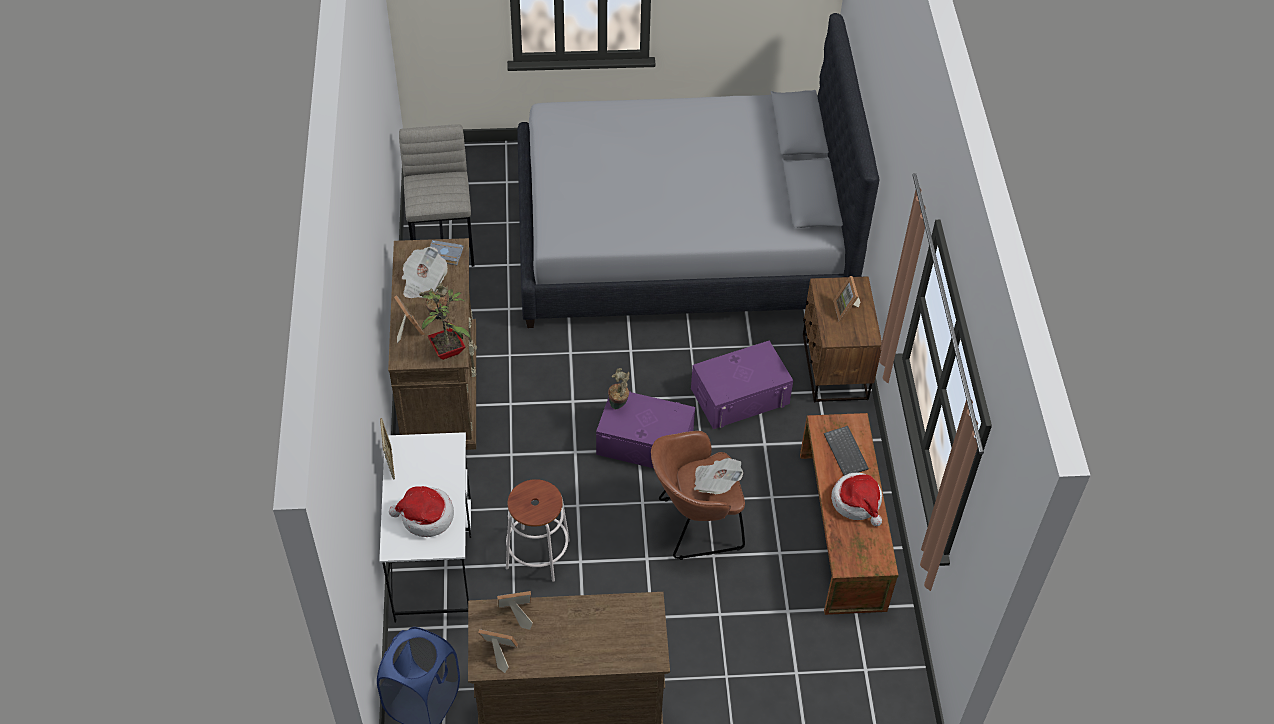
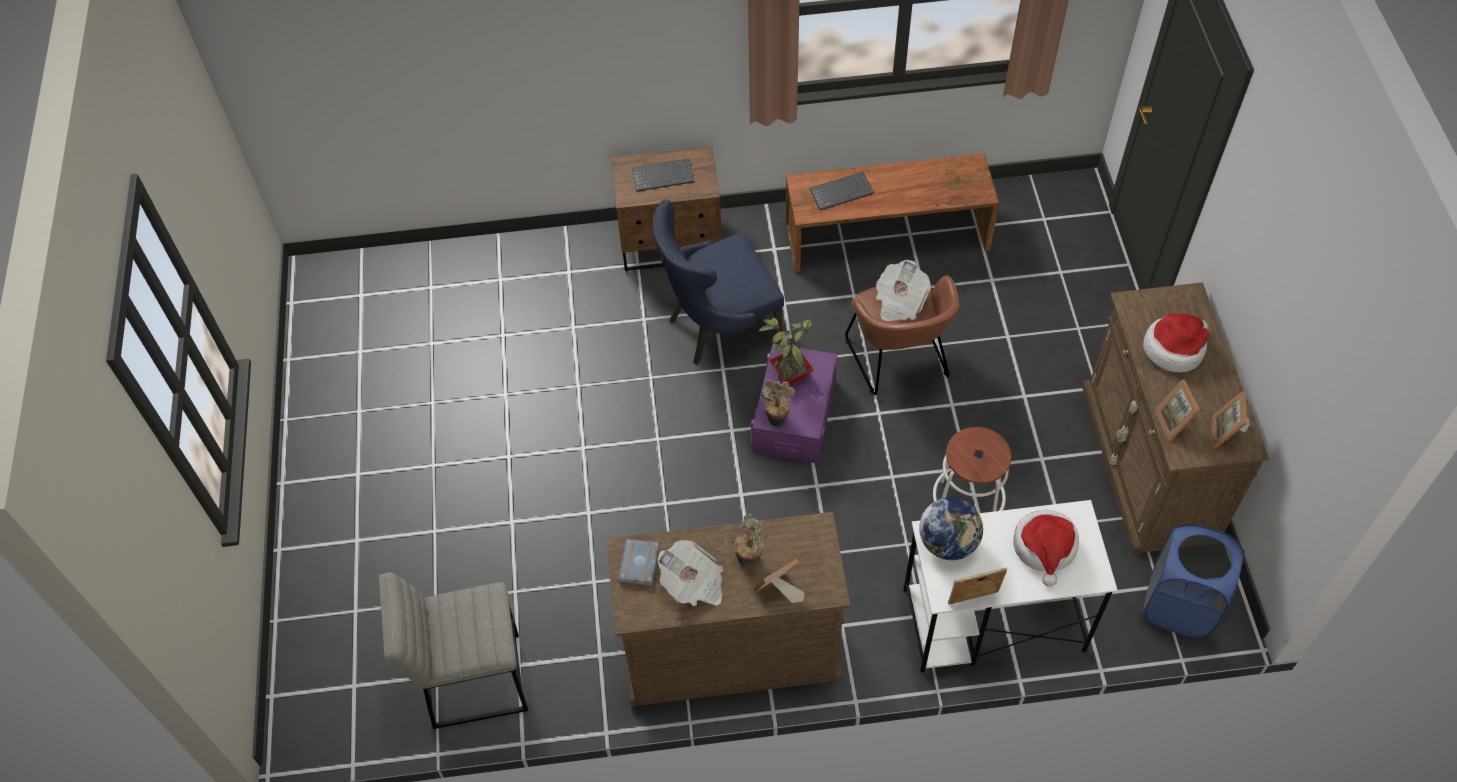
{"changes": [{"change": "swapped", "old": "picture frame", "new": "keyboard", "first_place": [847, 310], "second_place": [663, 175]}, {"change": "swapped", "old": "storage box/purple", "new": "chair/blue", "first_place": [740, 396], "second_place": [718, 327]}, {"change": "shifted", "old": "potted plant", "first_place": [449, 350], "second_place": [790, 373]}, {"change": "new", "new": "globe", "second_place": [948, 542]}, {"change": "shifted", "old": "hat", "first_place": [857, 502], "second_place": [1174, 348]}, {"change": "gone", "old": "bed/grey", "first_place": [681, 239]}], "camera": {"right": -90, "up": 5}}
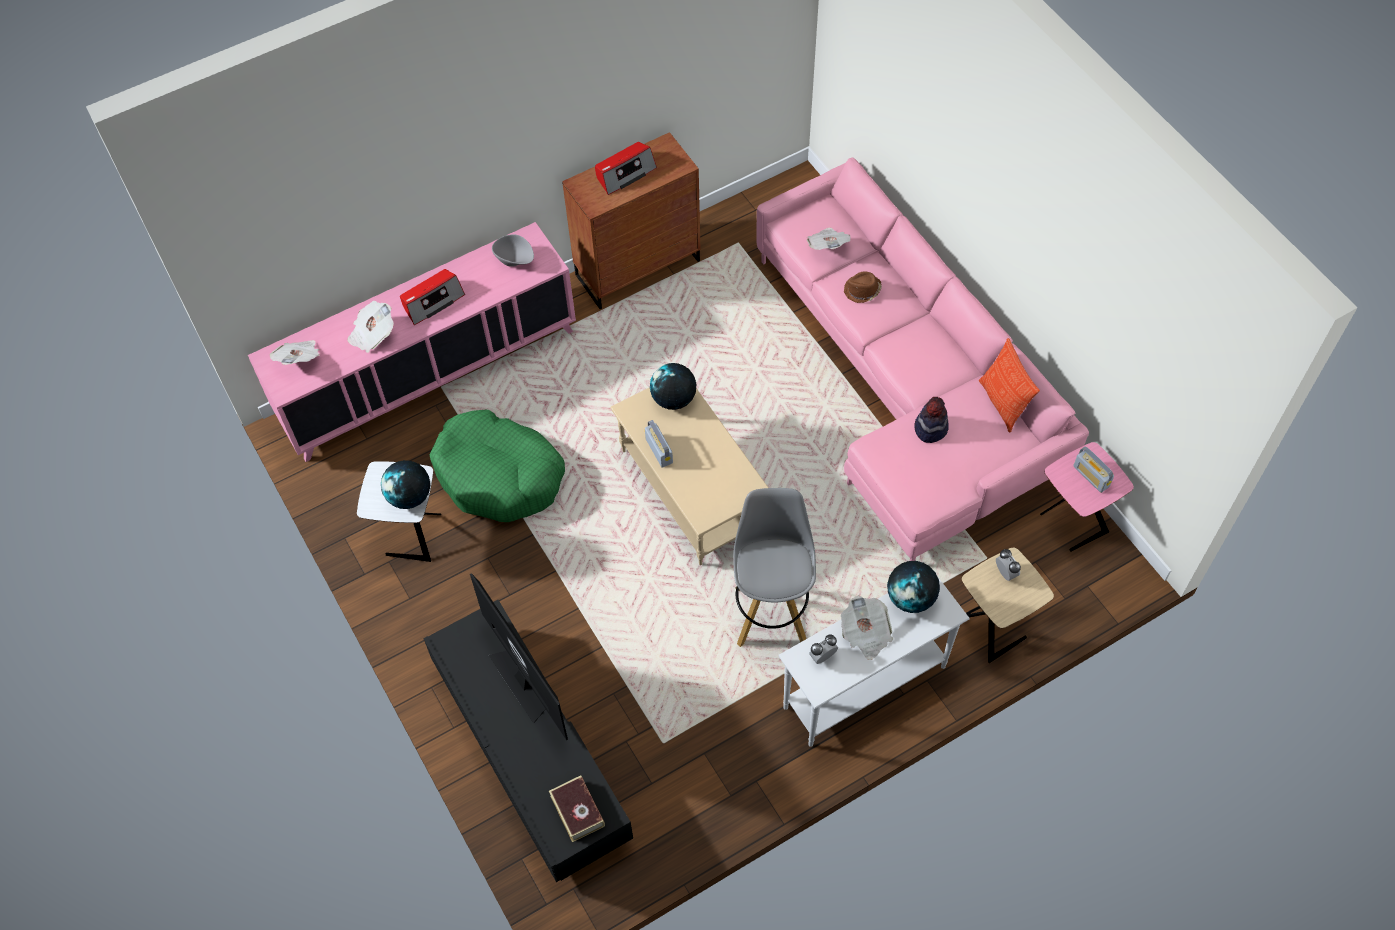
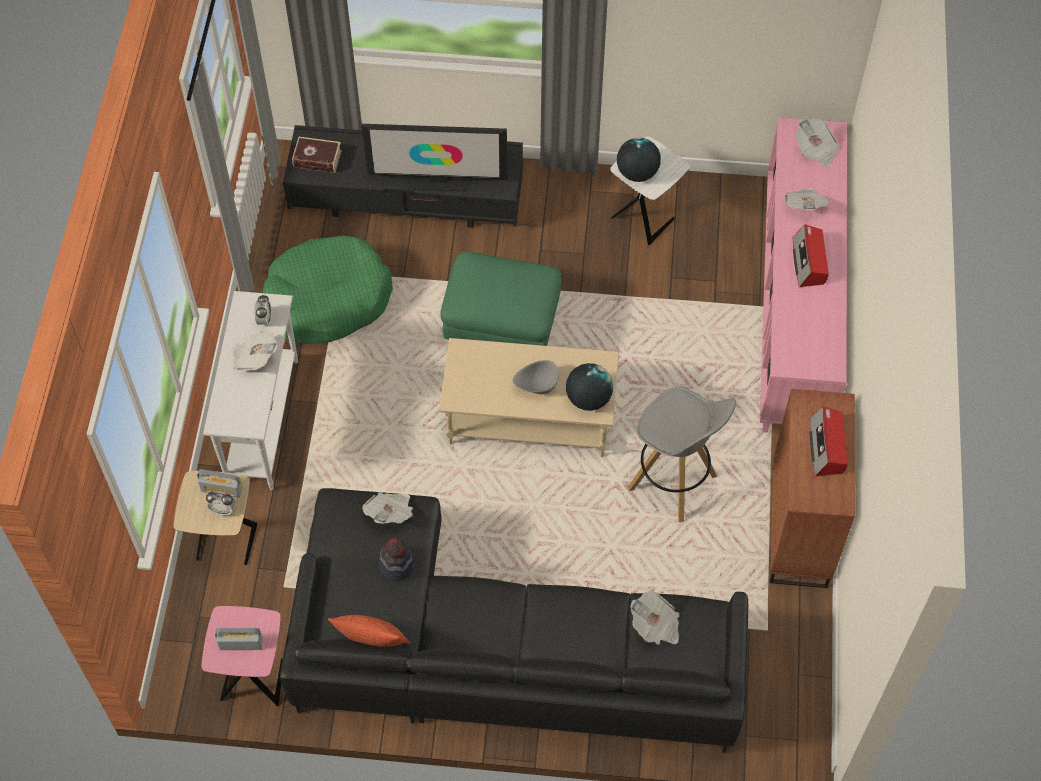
{"changes": [{"change": "shifted", "old": "radio", "first_place": [659, 450], "second_place": [222, 489]}, {"change": "shifted", "old": "dog bed/green", "first_place": [499, 475], "second_place": [327, 300]}, {"change": "repainted", "old": "sofa/pink", "new": "sofa/black", "first_place": [906, 384], "second_place": [495, 655]}, {"change": "new", "new": "newspaper", "second_place": [390, 513]}, {"change": "new", "new": "ottoman/green", "second_place": [501, 327]}, {"change": "shifted", "old": "bowl/grey", "first_place": [515, 261], "second_place": [537, 386]}, {"change": "shifted", "old": "stool/grey", "first_place": [771, 613], "second_place": [673, 484]}, {"change": "gone", "old": "hat/brown", "first_place": [862, 291]}, {"change": "gone", "old": "globe", "first_place": [911, 598]}], "camera": {"right": 125, "up": 0}}
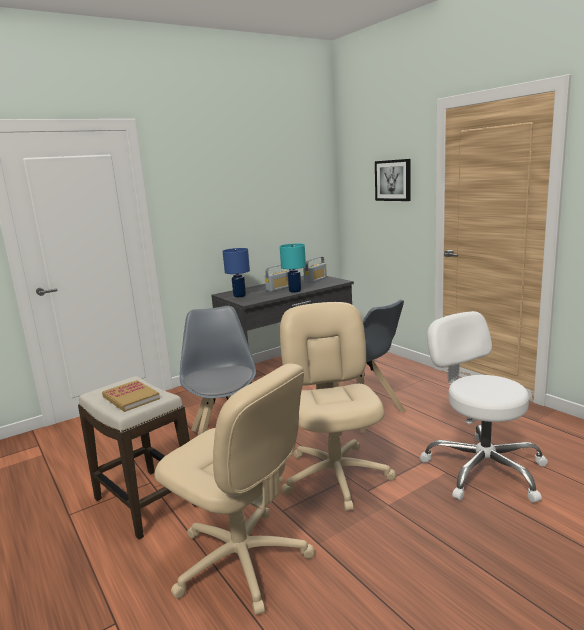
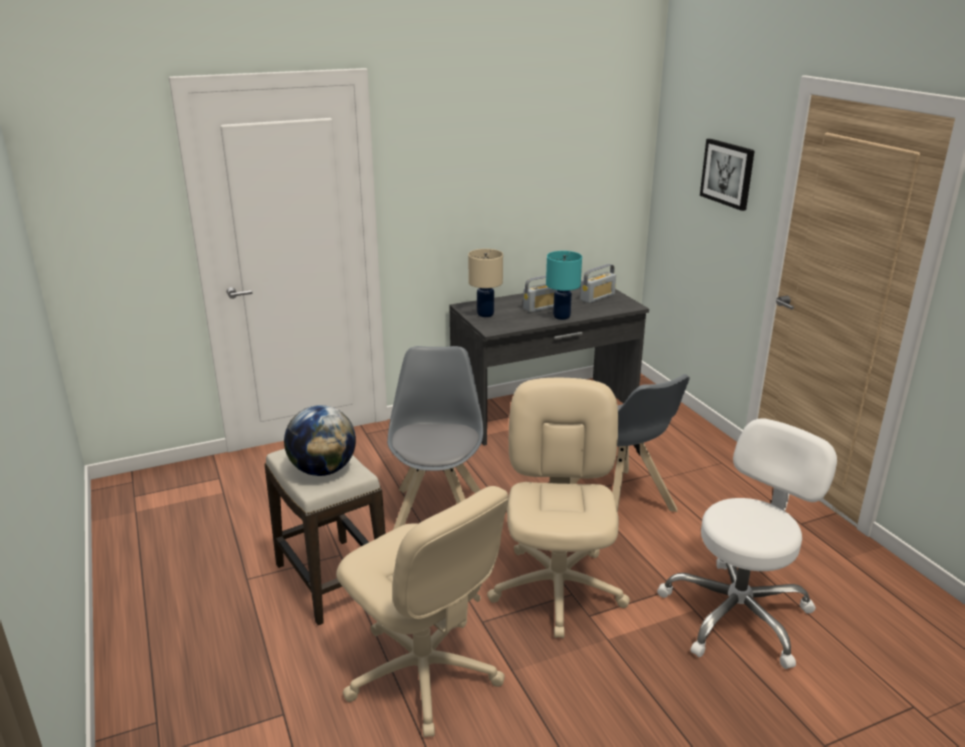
{"changes": [{"change": "swapped", "old": "book", "new": "globe", "first_place": [131, 398], "second_place": [322, 470]}, {"change": "repainted", "old": "table lamp/blue", "new": "table lamp/beige", "first_place": [239, 296], "second_place": [485, 315]}, {"change": "rotated", "old": "office chair/white", "first_place": [480, 467], "second_place": [739, 611], "degrees": 60}], "camera": {"right": 10, "up": 10}}
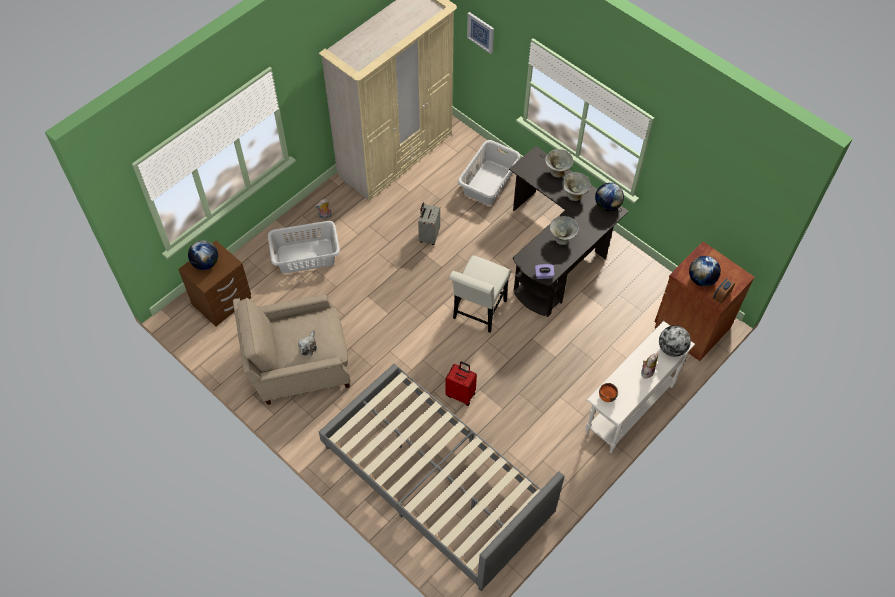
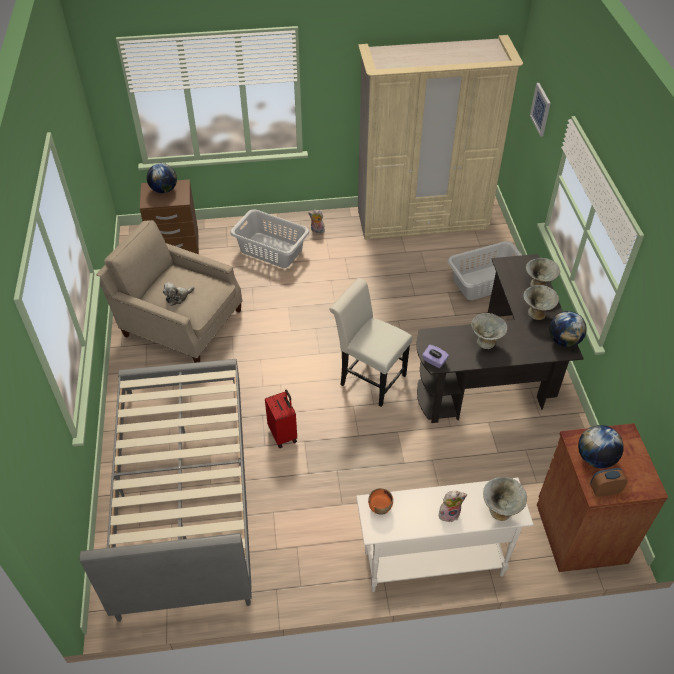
{"changes": [{"change": "rotated", "old": "chair/white", "first_place": [478, 312], "second_place": [369, 378], "degrees": 60}, {"change": "swapped", "old": "globe", "new": "bowl/grey", "first_place": [671, 348], "second_place": [500, 510]}, {"change": "gone", "old": "suitcase/grey", "first_place": [428, 236]}], "camera": {"right": 40, "up": -10}}
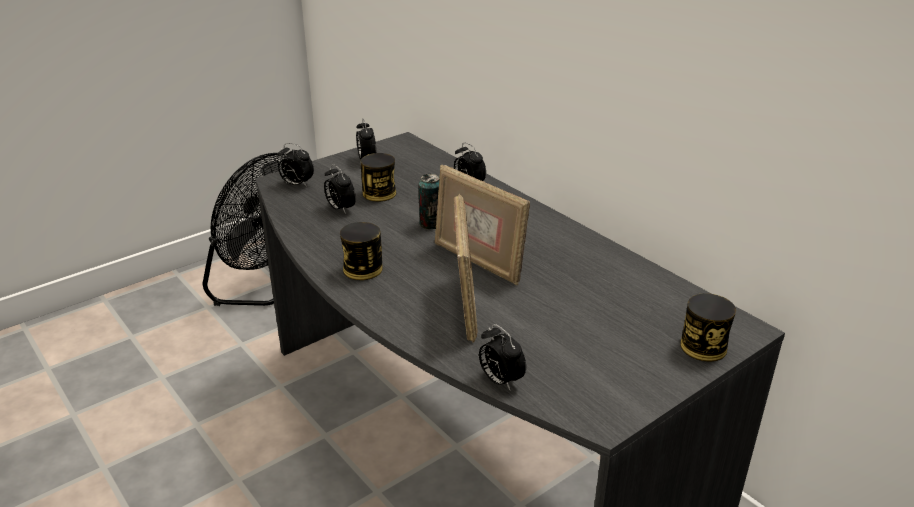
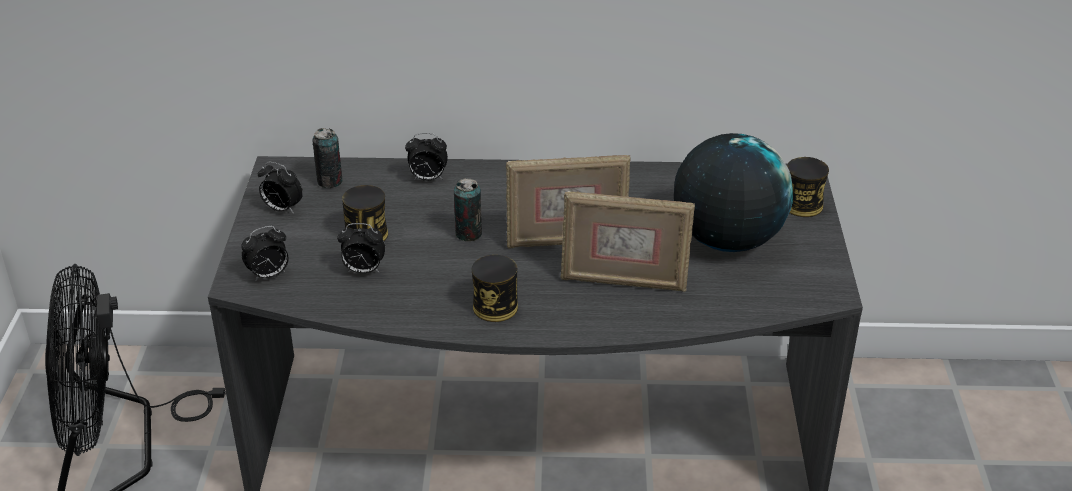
{"changes": [{"change": "new", "new": "can", "second_place": [330, 182]}, {"change": "rotated", "old": "picture frame", "first_place": [464, 306], "second_place": [623, 282], "degrees": 150}, {"change": "new", "new": "globe", "second_place": [727, 240]}, {"change": "gone", "old": "alarm clock", "first_place": [500, 380]}], "camera": {"right": -50, "up": 5}}
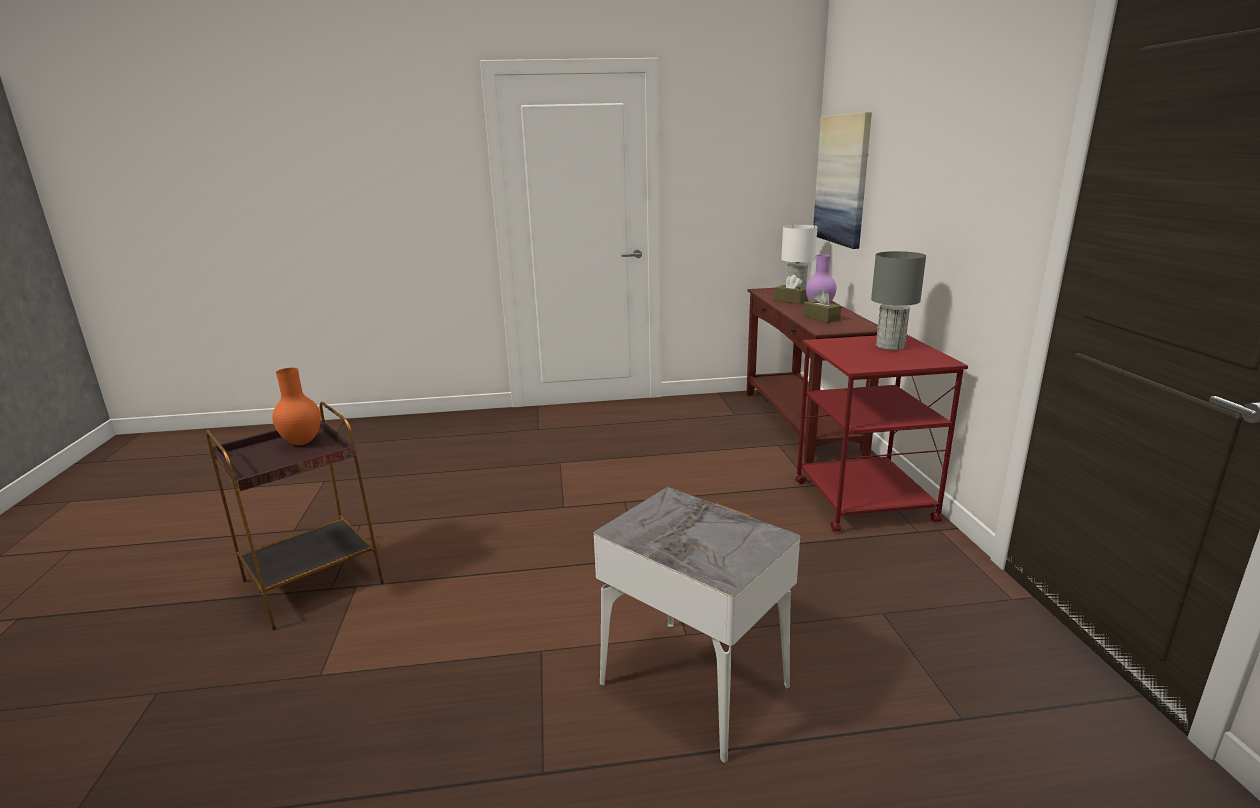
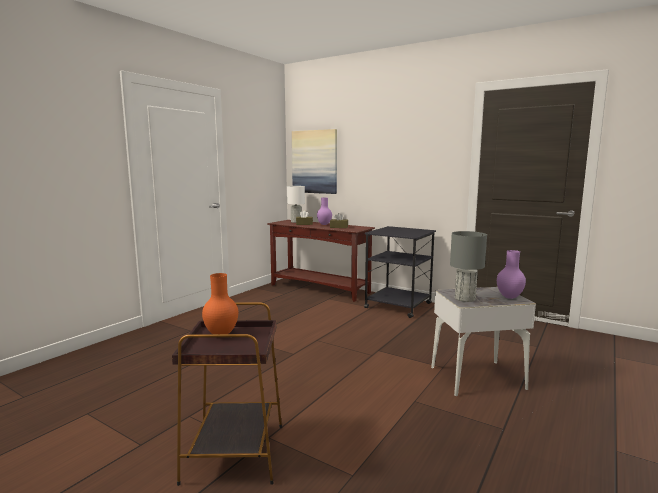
{"changes": [{"change": "repainted", "old": "cart/red", "new": "cart/black", "first_place": [864, 502], "second_place": [399, 306]}, {"change": "shifted", "old": "table lamp/grey", "first_place": [891, 346], "second_place": [465, 298]}, {"change": "new", "new": "vase/purple", "second_place": [510, 297]}], "camera": {"right": -50, "up": -10}}
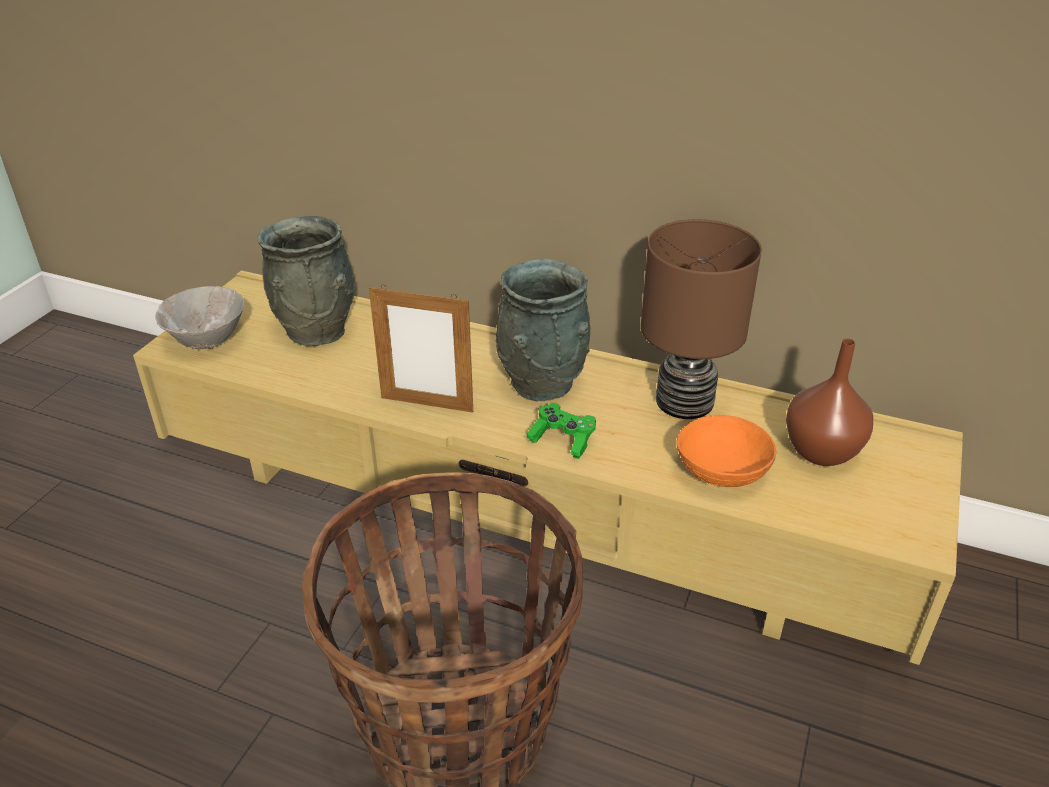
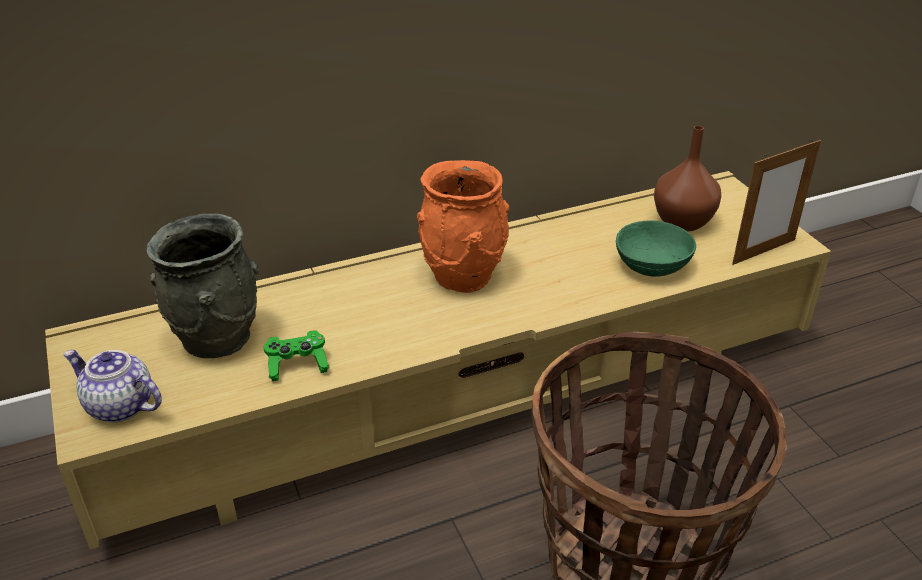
{"changes": [{"change": "swapped", "old": "bowl/grey", "new": "teapot", "first_place": [207, 340], "second_place": [119, 406]}, {"change": "shifted", "old": "game controller/green", "first_place": [563, 439], "second_place": [297, 364]}, {"change": "repainted", "old": "vase/grey", "new": "vase/orange", "first_place": [543, 383], "second_place": [464, 275]}, {"change": "repainted", "old": "bowl/orange", "new": "bowl/green", "first_place": [723, 471], "second_place": [653, 265]}, {"change": "shifted", "old": "picture frame", "first_place": [427, 404], "second_place": [763, 251]}, {"change": "gone", "old": "table lamp/brown", "first_place": [684, 402]}], "camera": {"right": -45, "up": 0}}
